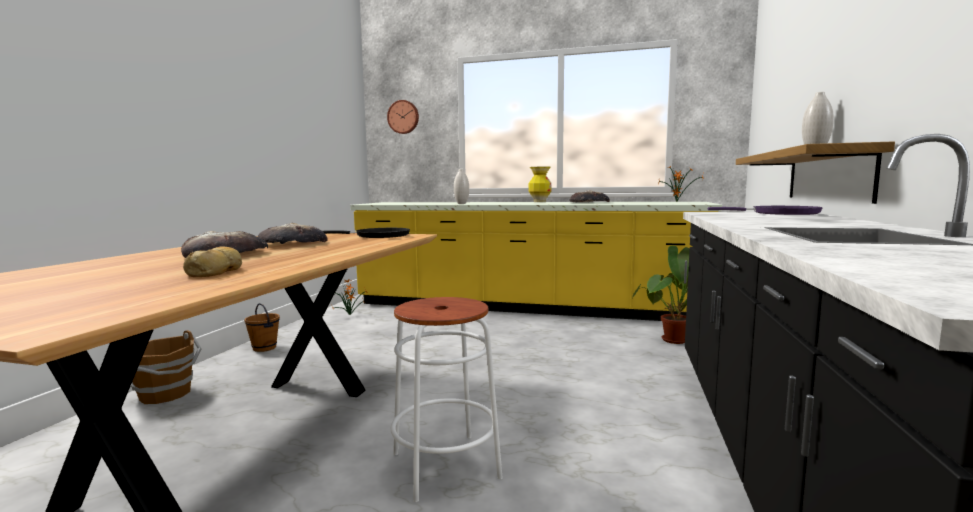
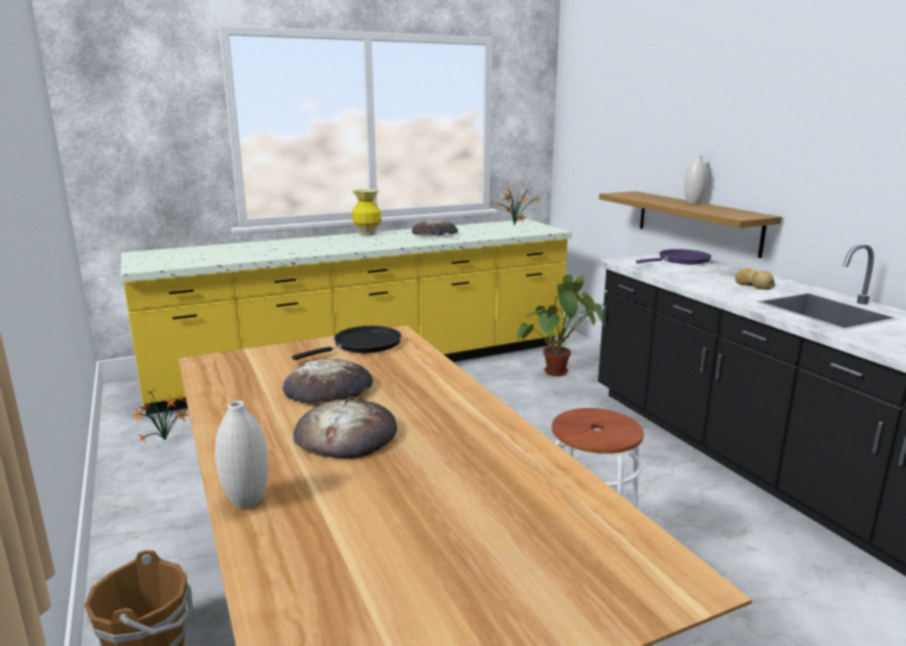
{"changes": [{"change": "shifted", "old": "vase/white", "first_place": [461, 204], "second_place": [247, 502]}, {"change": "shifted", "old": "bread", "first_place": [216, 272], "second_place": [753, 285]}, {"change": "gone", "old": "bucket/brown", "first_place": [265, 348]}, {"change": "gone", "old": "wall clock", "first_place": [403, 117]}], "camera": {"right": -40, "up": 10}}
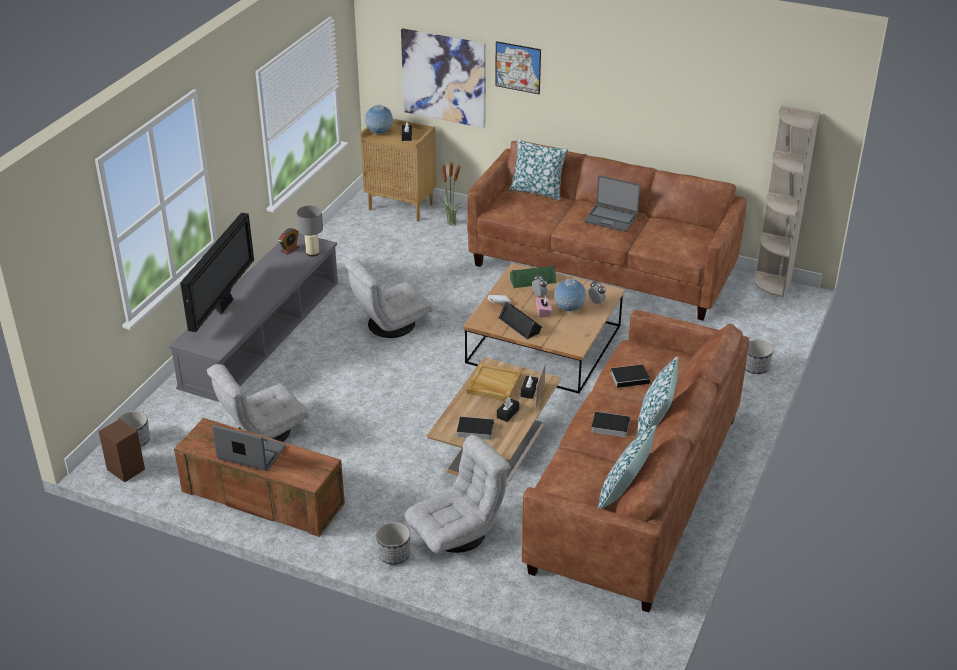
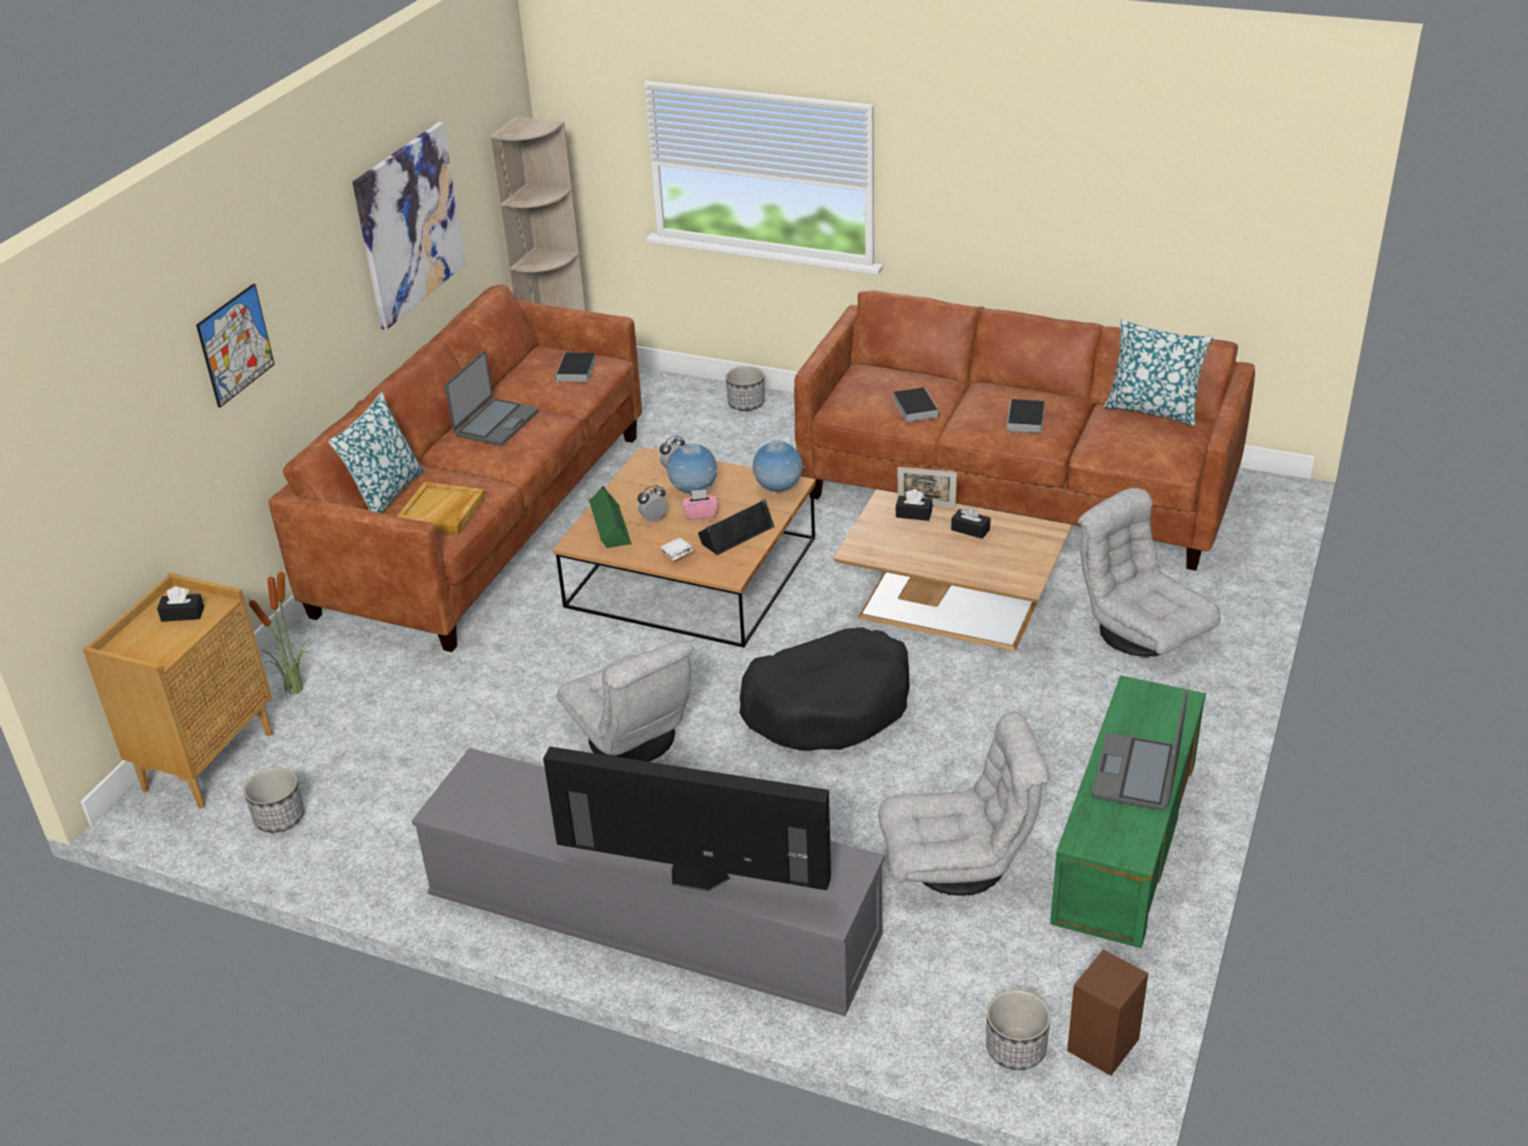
{"changes": [{"change": "shifted", "old": "planter", "first_place": [394, 554], "second_place": [280, 817]}, {"change": "shifted", "old": "picture", "first_place": [444, 77], "second_place": [409, 224]}, {"change": "shifted", "old": "tray/beige", "first_place": [493, 385], "second_place": [442, 511]}, {"change": "shifted", "old": "book", "first_place": [474, 430], "second_place": [576, 371]}, {"change": "new", "new": "dog bed/black", "second_place": [828, 706]}, {"change": "shifted", "old": "globe", "first_place": [379, 133], "second_place": [778, 490]}, {"change": "rotated", "old": "armchair/grey", "first_place": [264, 431], "second_place": [957, 864], "degrees": -60}, {"change": "repainted", "old": "bench/brown", "new": "bench/green", "first_place": [261, 498], "second_place": [1128, 842]}, {"change": "gone", "old": "alarm clock", "first_place": [290, 249]}, {"change": "gone", "old": "table lamp/grey", "first_place": [312, 253]}, {"change": "gone", "old": "pillow", "first_place": [655, 424]}], "camera": {"right": -90, "up": 0}}
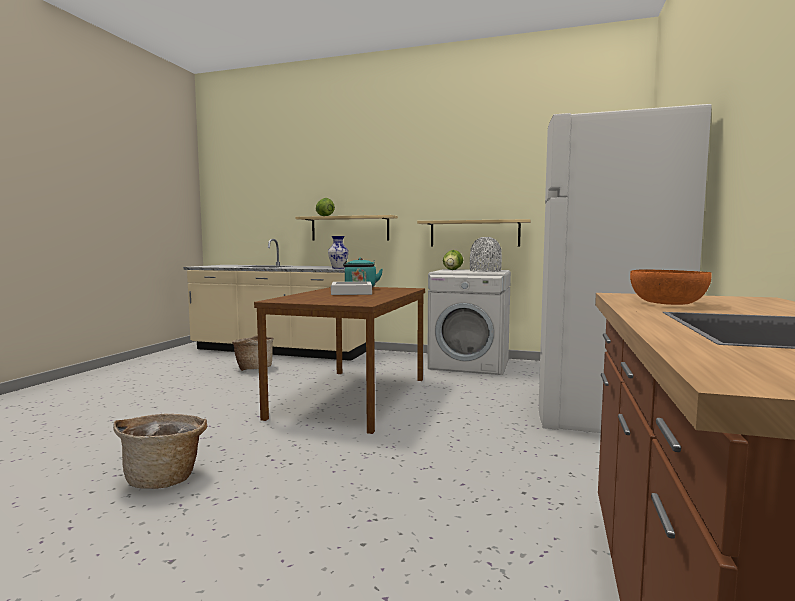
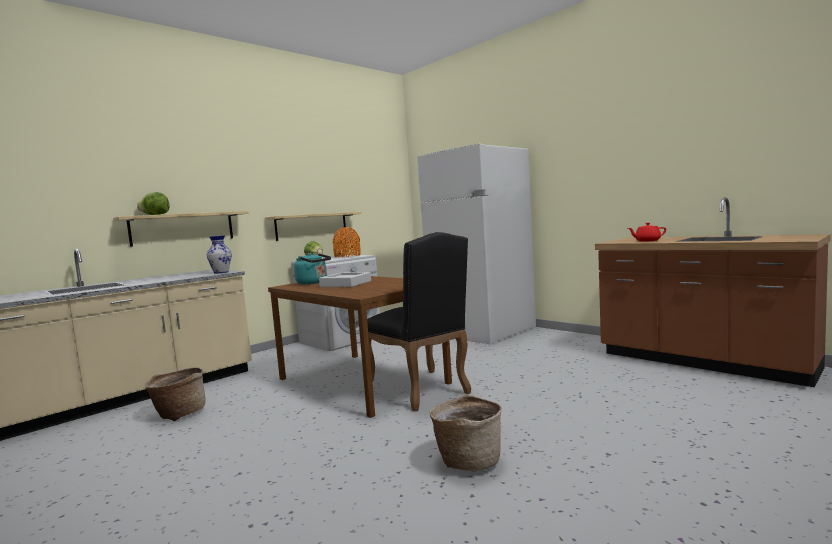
{"changes": [{"change": "repainted", "old": "vase/grey", "new": "vase/orange", "first_place": [485, 271], "second_place": [347, 256]}, {"change": "new", "new": "chair/black", "second_place": [421, 391]}, {"change": "swapped", "old": "bowl/orange", "new": "teapot/red", "first_place": [666, 303], "second_place": [647, 241]}], "camera": {"right": -60, "up": 0}}
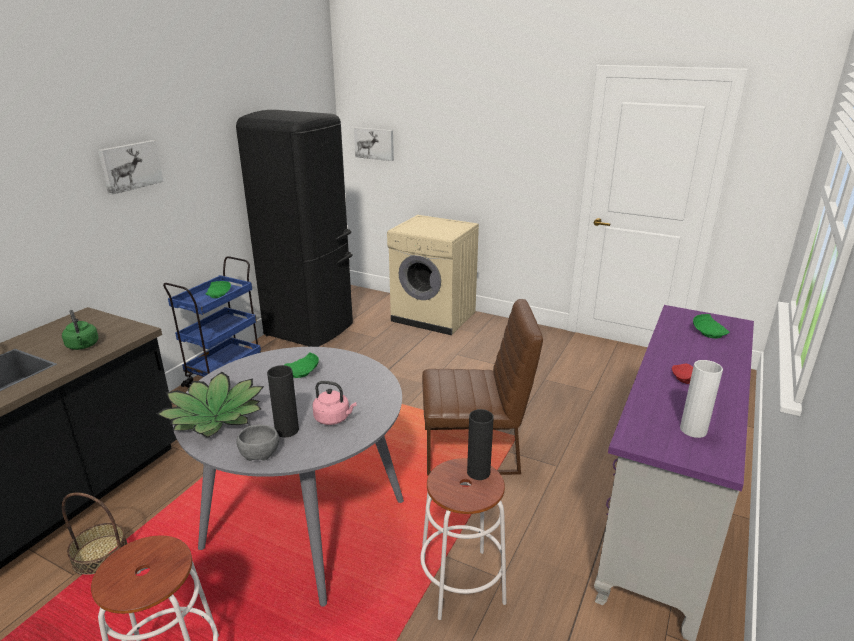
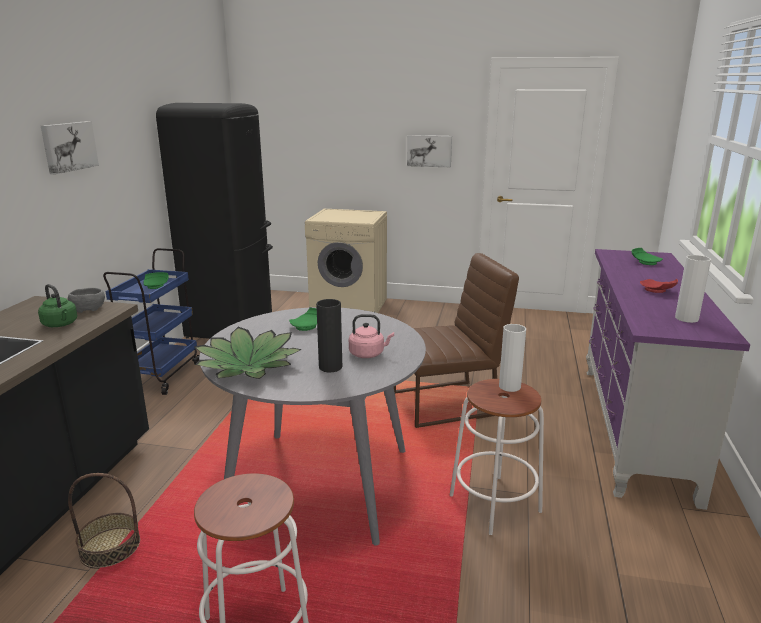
{"changes": [{"change": "shifted", "old": "bowl/grey", "first_place": [259, 451], "second_place": [88, 308]}, {"change": "shifted", "old": "picture", "first_place": [374, 143], "second_place": [429, 151]}, {"change": "repainted", "old": "vase/black", "new": "vase/white", "first_place": [478, 472], "second_place": [509, 386]}], "camera": {"right": -15, "up": -5}}
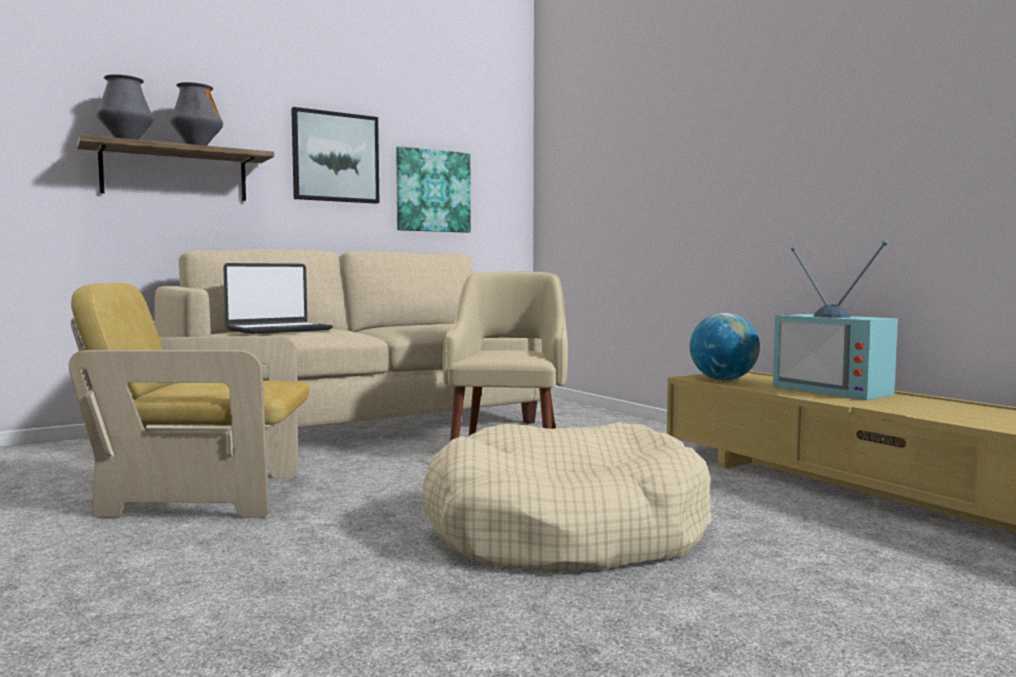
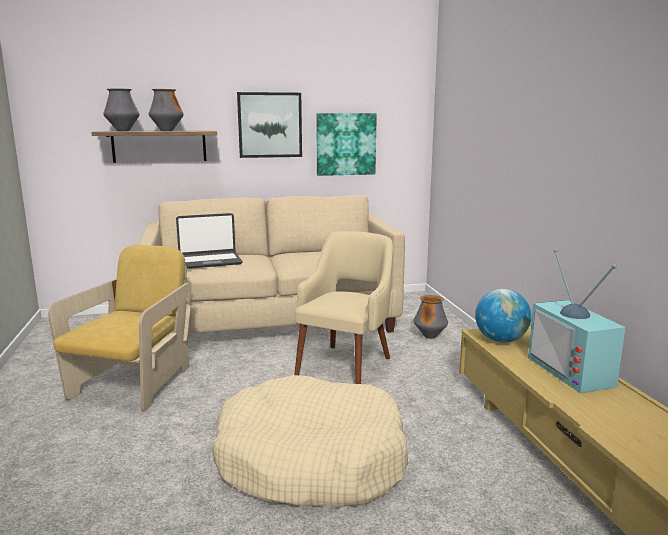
{"changes": [{"change": "rotated", "old": "armchair/yellow", "first_place": [205, 497], "second_place": [134, 384], "degrees": 90}, {"change": "new", "new": "vase", "second_place": [430, 336]}], "camera": {"right": 20, "up": 10}}
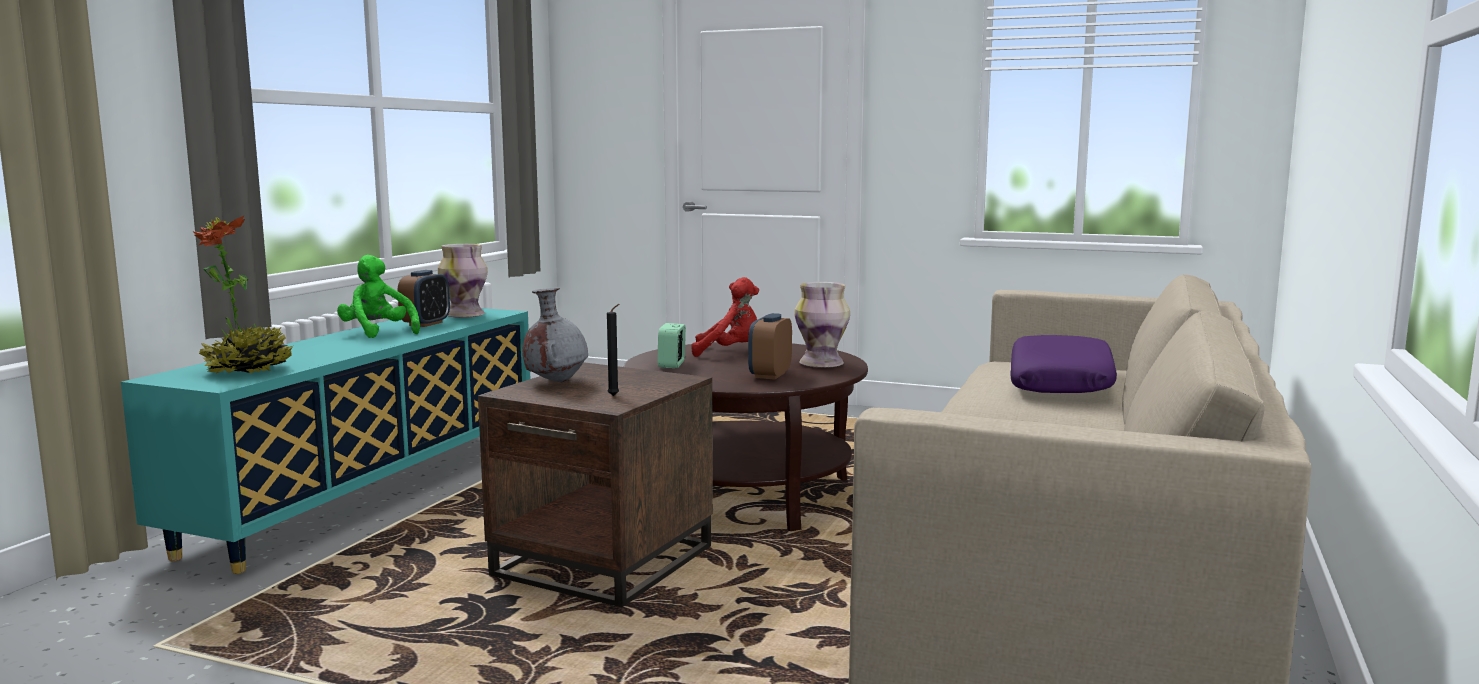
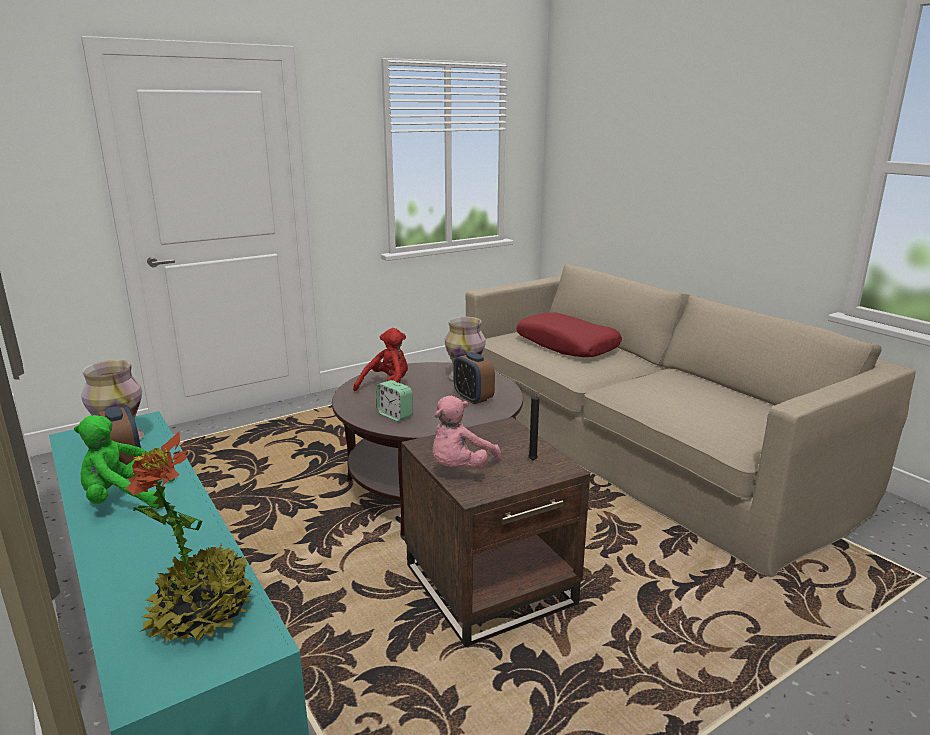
{"changes": [{"change": "swapped", "old": "vase/grey", "new": "plush toy/pink", "first_place": [556, 382], "second_place": [460, 468]}, {"change": "repainted", "old": "pillow/purple", "new": "pillow/red", "first_place": [1061, 383], "second_place": [567, 345]}], "camera": {"right": -55, "up": 10}}
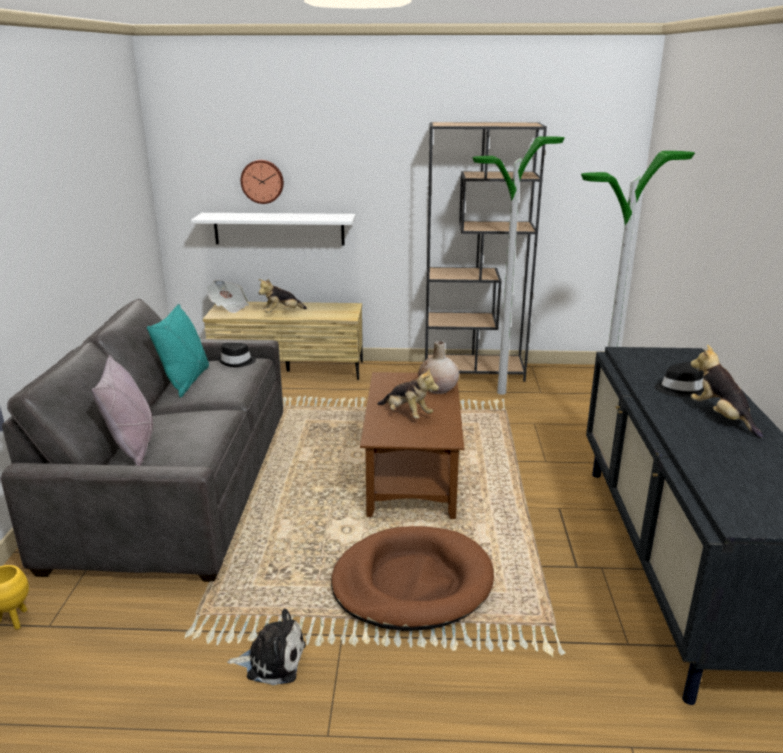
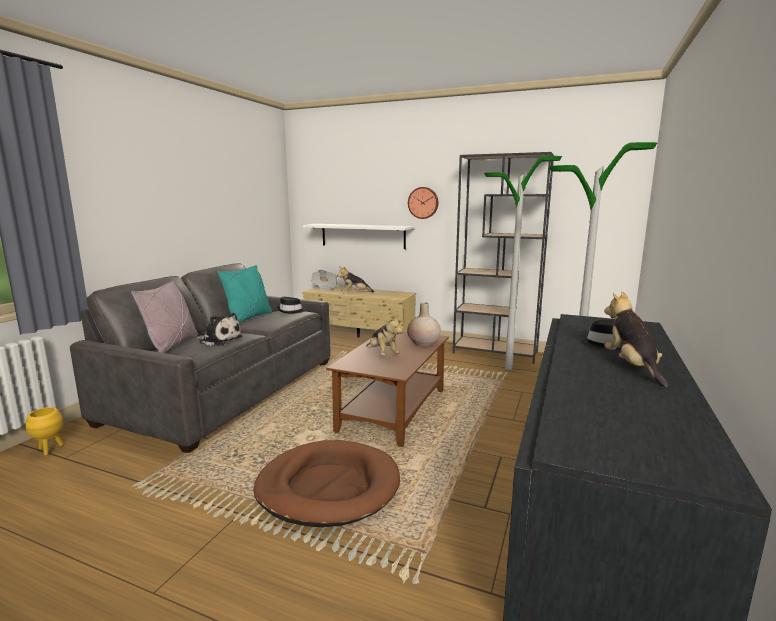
{"changes": [{"change": "shifted", "old": "plush toy", "first_place": [272, 660], "second_place": [219, 340]}, {"change": "shifted", "old": "wall clock", "first_place": [262, 181], "second_place": [423, 203]}], "camera": {"right": 20, "up": -10}}
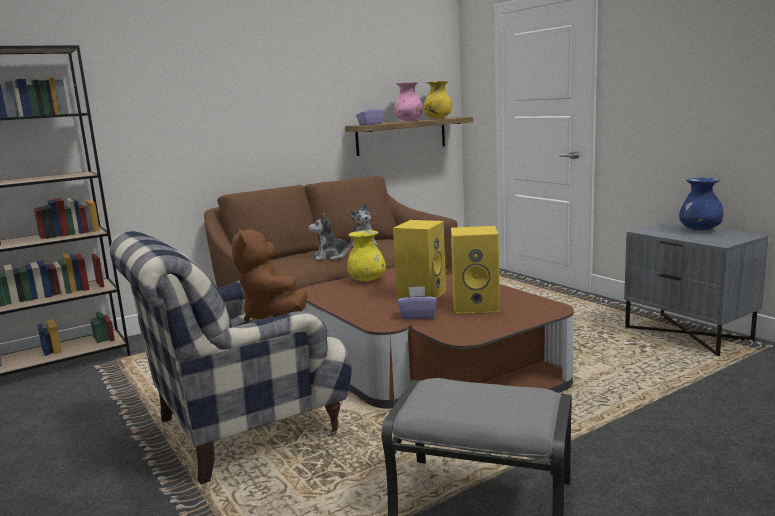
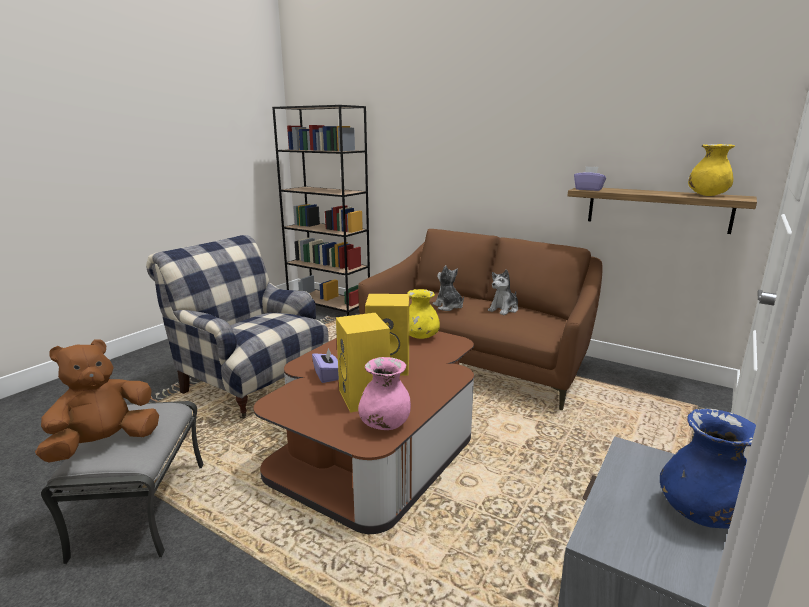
{"changes": [{"change": "shifted", "old": "plush toy/brown", "first_place": [273, 316], "second_place": [104, 444]}, {"change": "shifted", "old": "vase/pink", "first_place": [408, 121], "second_place": [385, 424]}], "camera": {"right": 65, "up": 5}}
